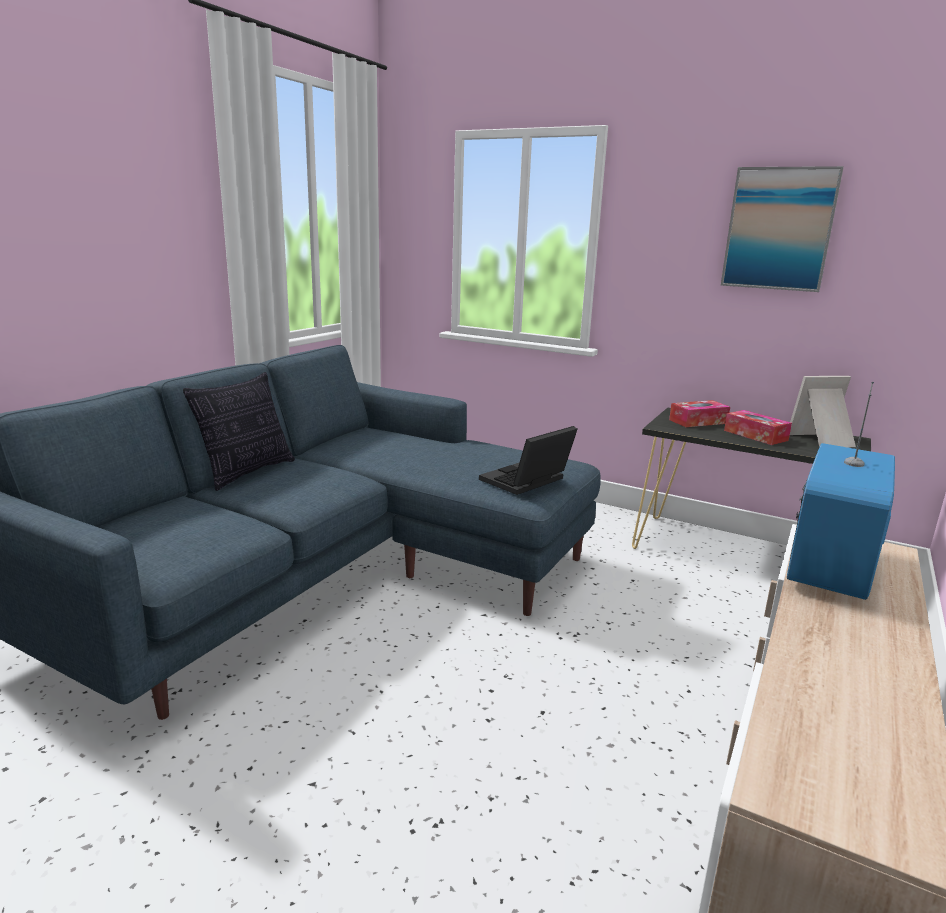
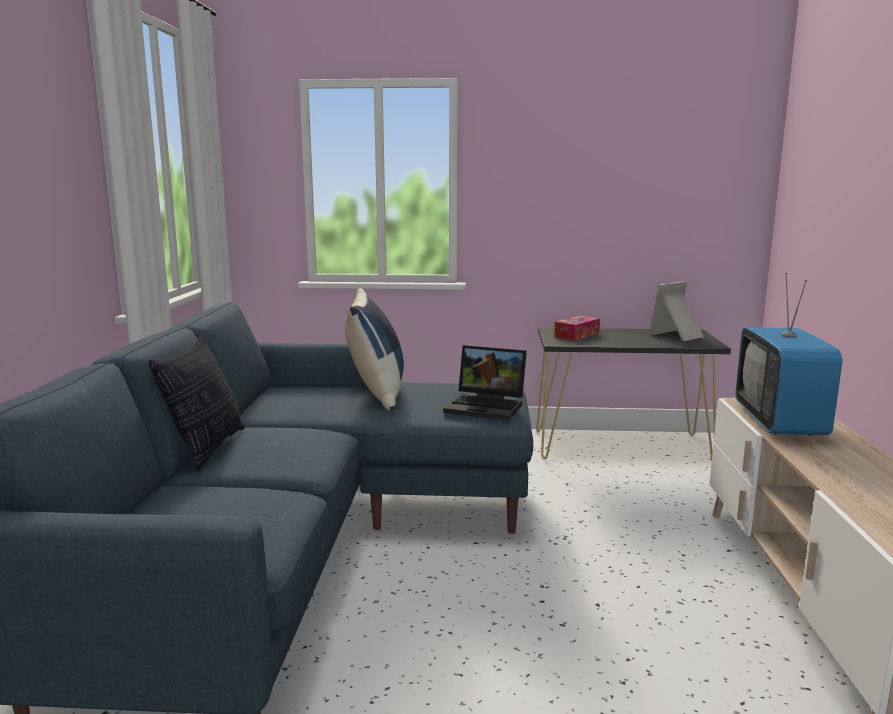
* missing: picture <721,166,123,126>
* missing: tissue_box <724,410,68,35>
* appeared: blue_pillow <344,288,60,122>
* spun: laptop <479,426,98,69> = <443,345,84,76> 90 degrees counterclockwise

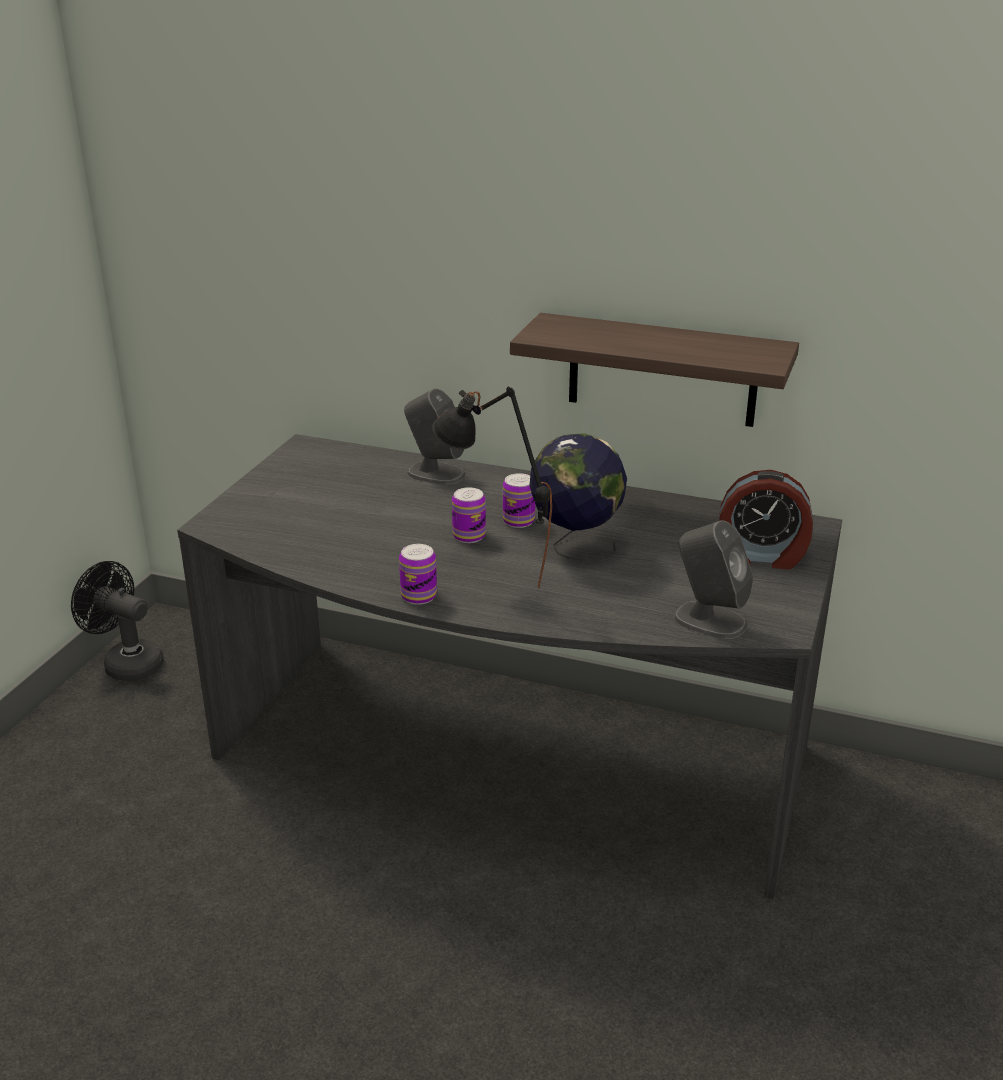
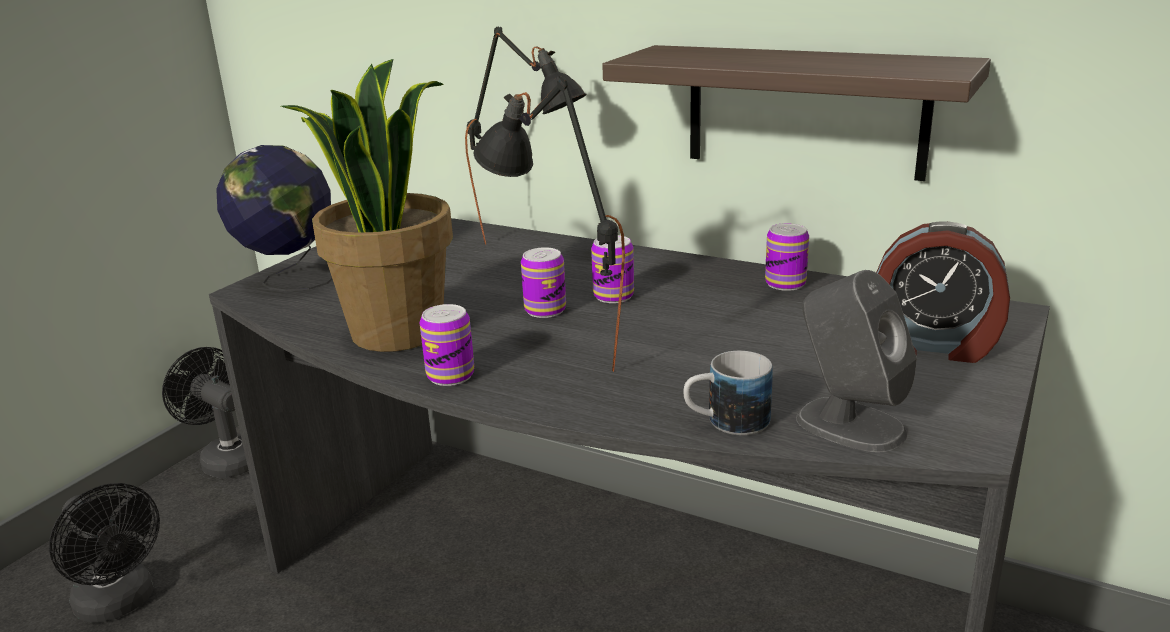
* appeared: black_fan <49,483,111,140>
* appeared: potted_plant <281,59,172,293>
* appeared: mug <684,351,89,84>
* appeared: can <765,223,44,68>
* relocated: globe <530,433,97,128> to <216,145,117,146>
* exchanged: grey_speaker <404,389,61,96> to black_table_lamp <465,27,122,218>

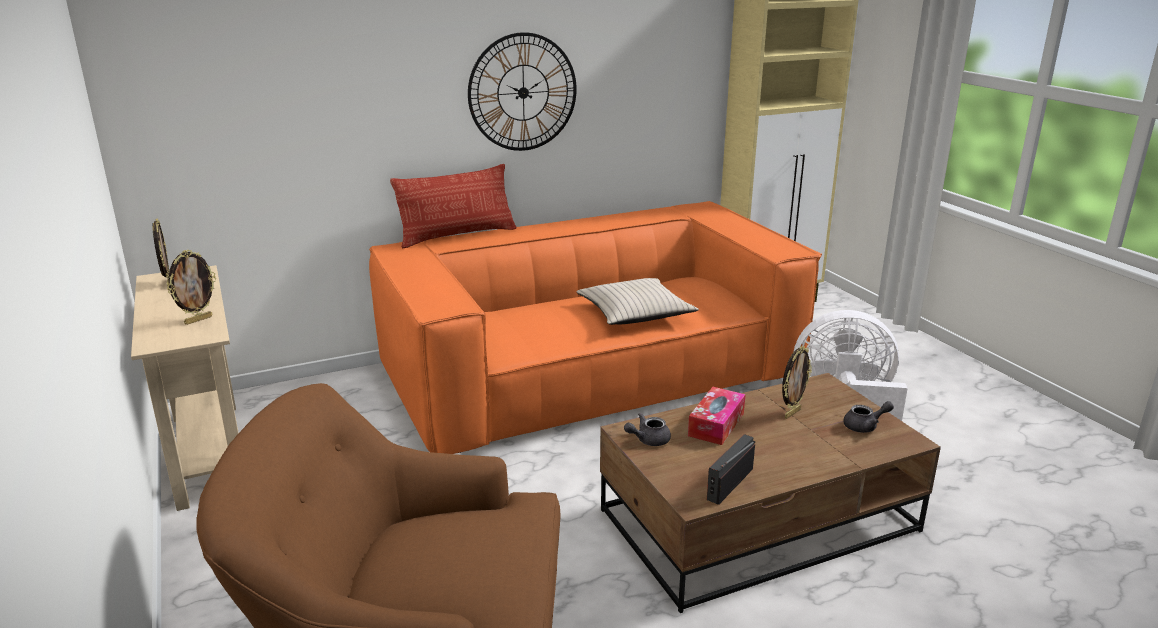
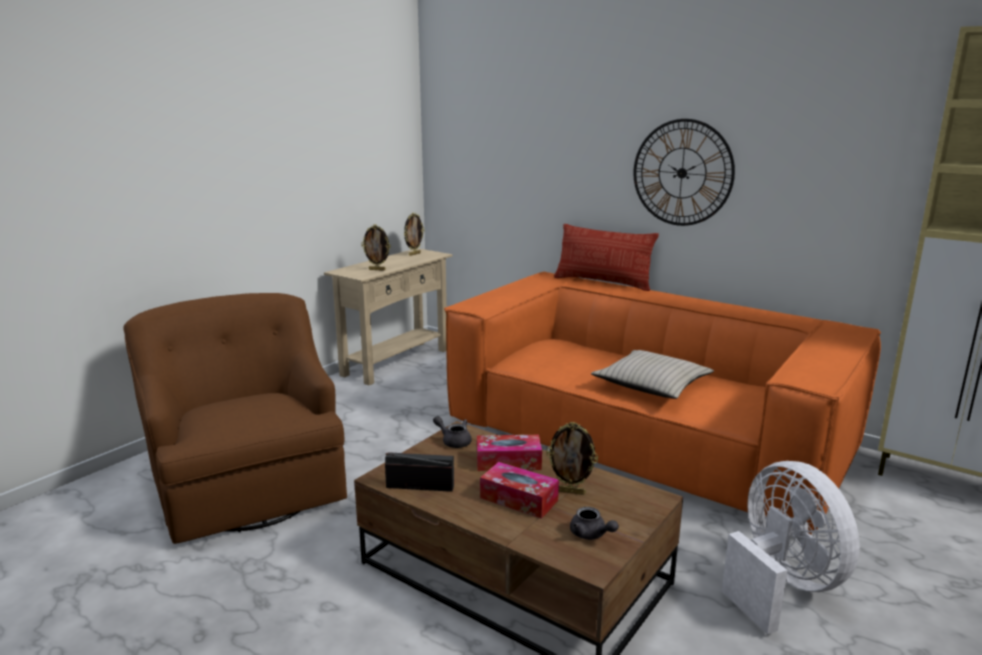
* appeared: tissue_box <480,462,79,57>

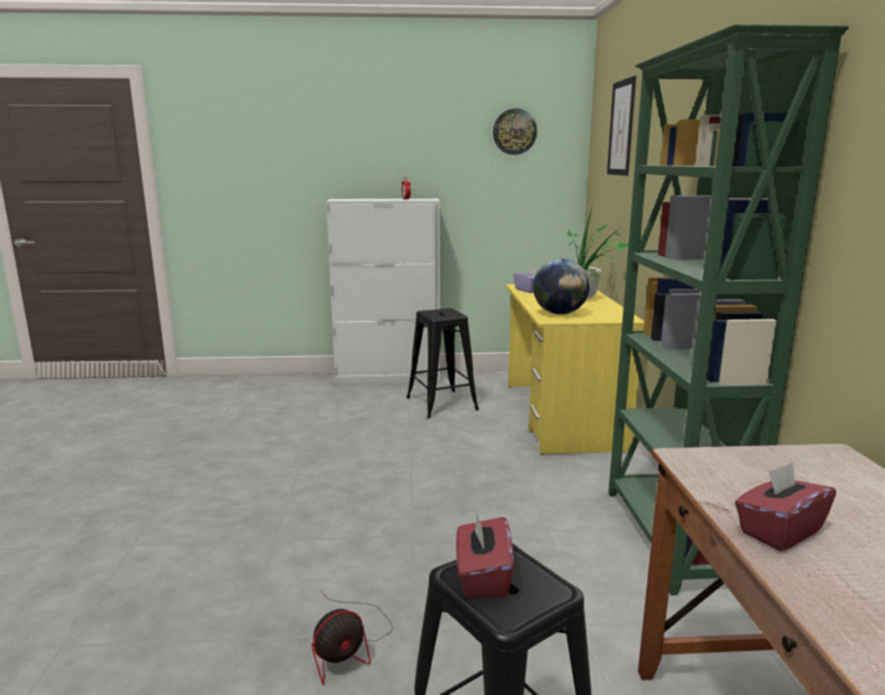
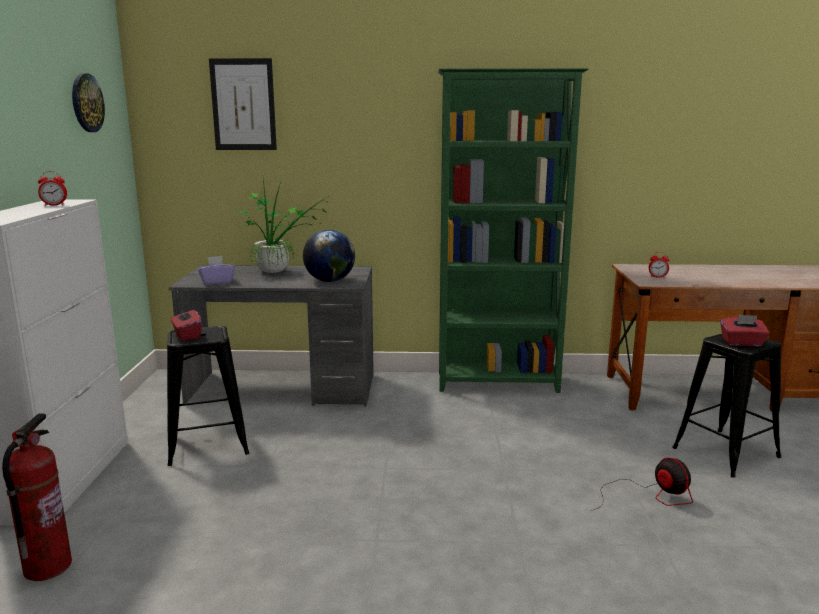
* appeared: fire_extinguisher <2,413,70,168>
* appeared: alarm_clock <649,252,20,26>
* relocated: red_tissue_box <735,462,101,89> to <171,310,31,31>
* colour: yellow_desk <506,284,138,171> to grey_desk <169,265,205,142>

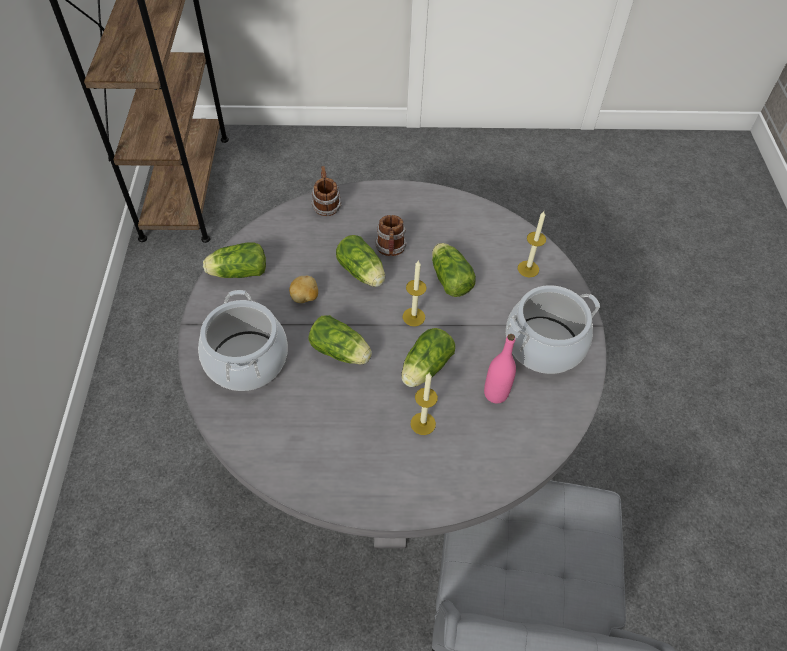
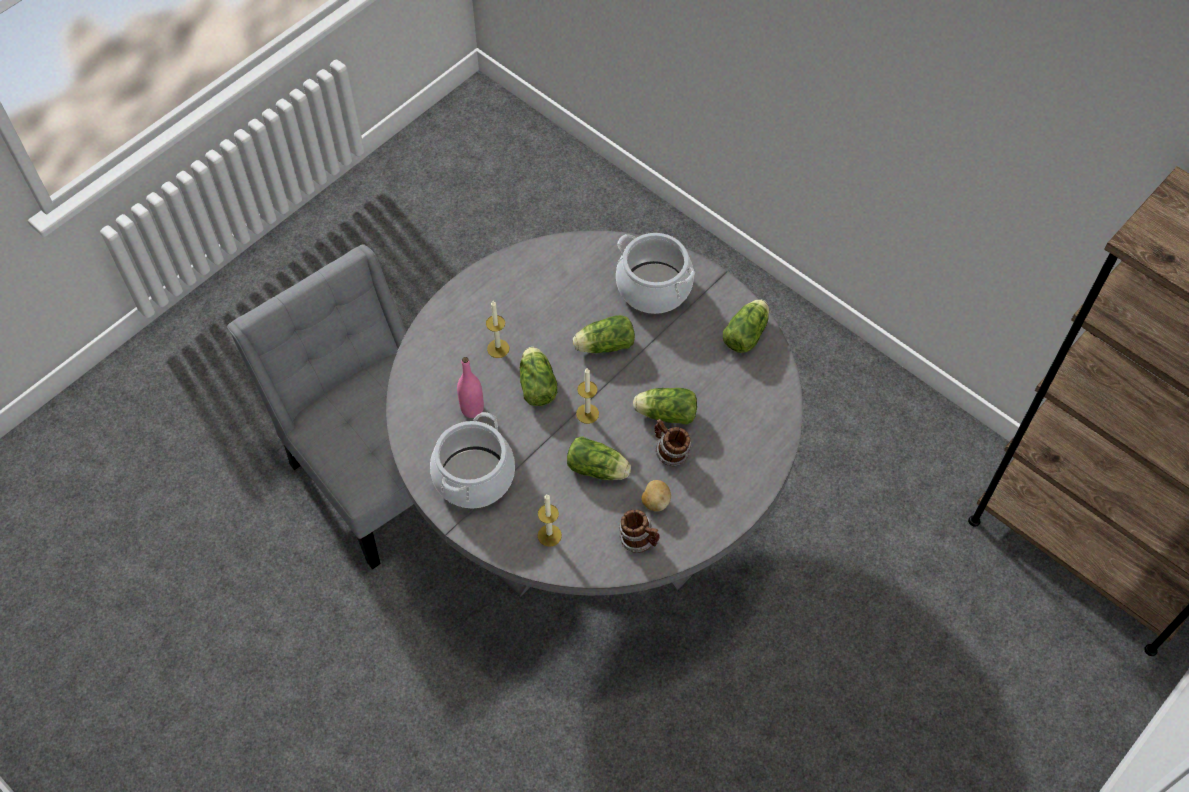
* relocated: potato <289,276,29,27> to <641,480,30,31>
* relocated: mug <311,166,30,50> to <619,510,41,43>

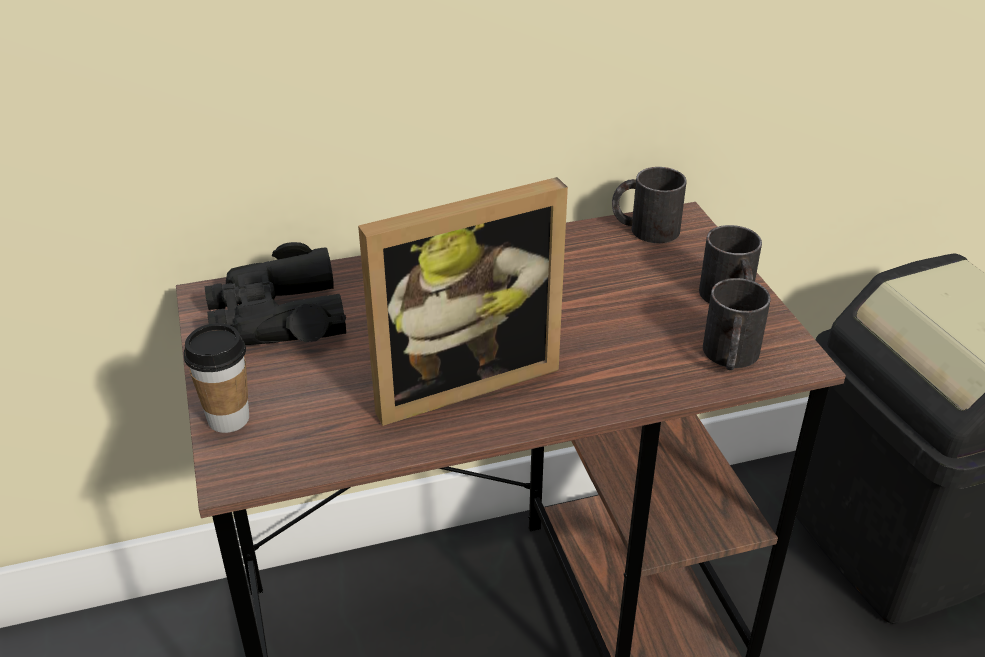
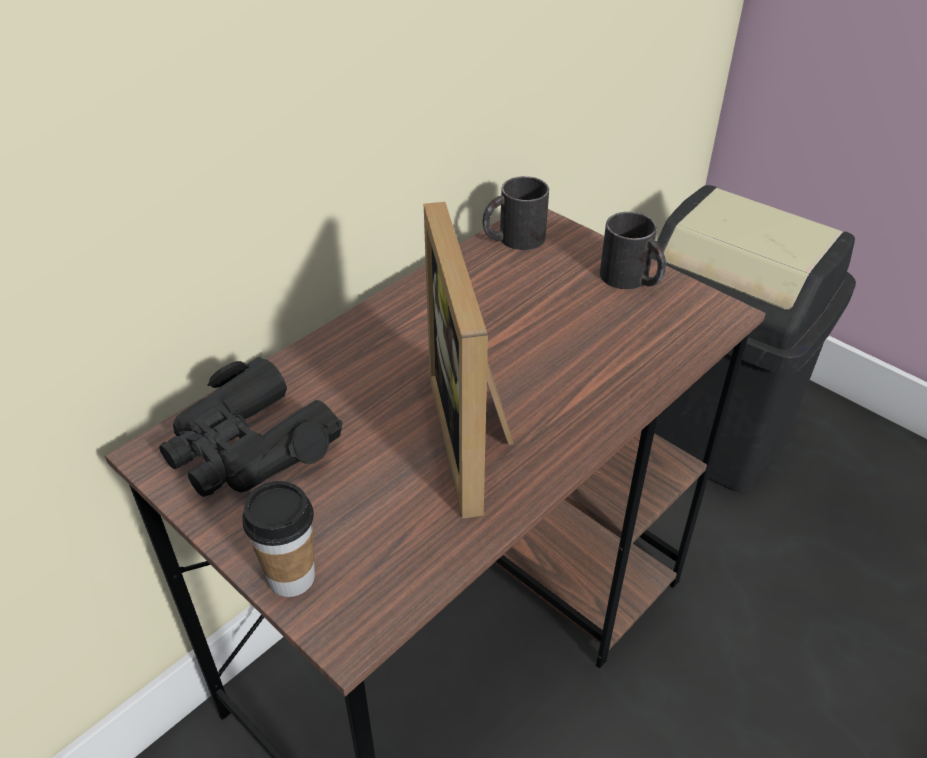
* missing: black_mug <703,278,68,92>
* spun: picture_frame <358,177,210,249> = <424,202,90,317> 135 degrees clockwise

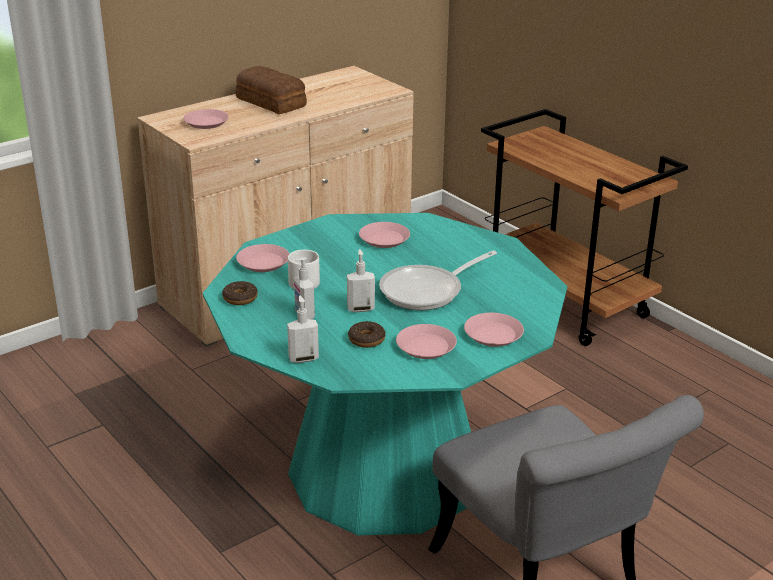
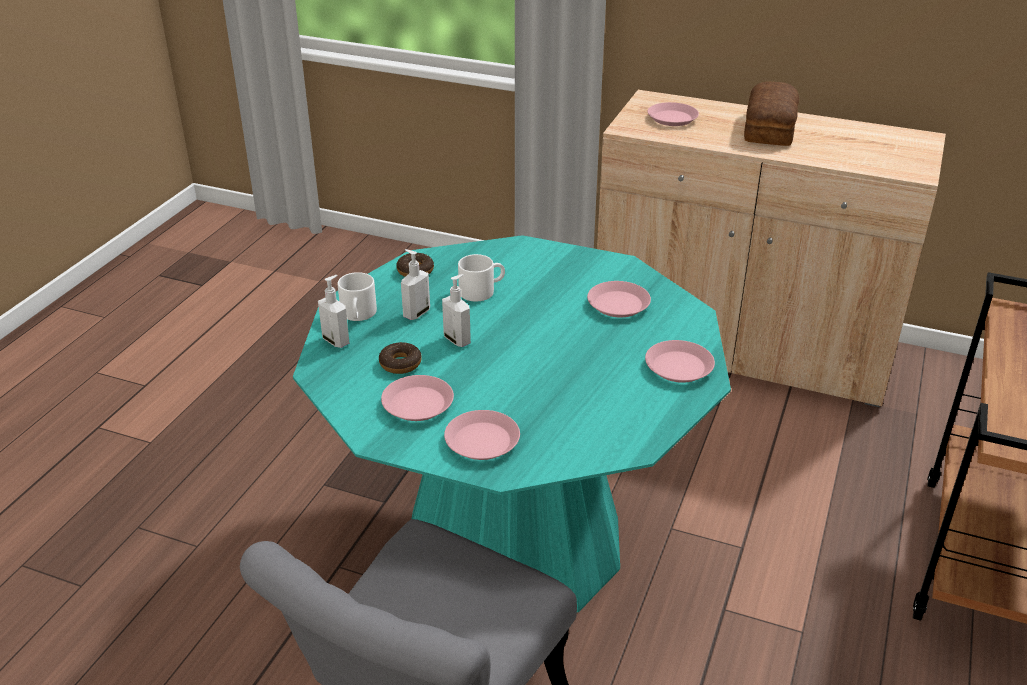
* missing: frying_pan <379,250,118,60>
* appeared: white_mug <338,272,39,49>
* relocated: pink_plate <236,244,54,28> to <645,340,70,43>

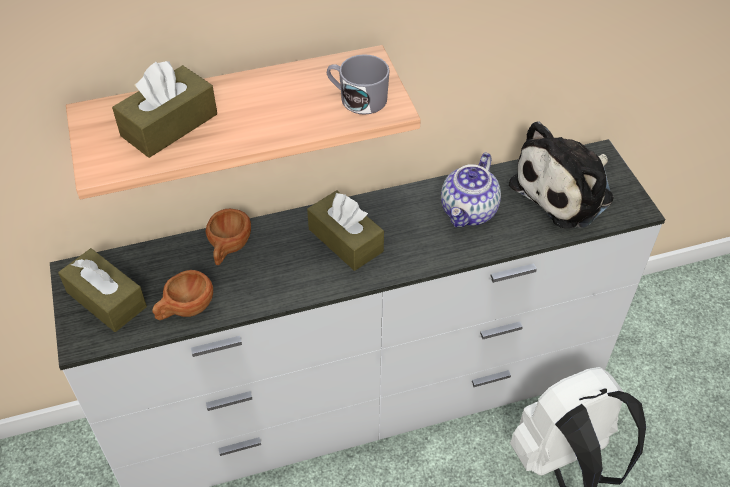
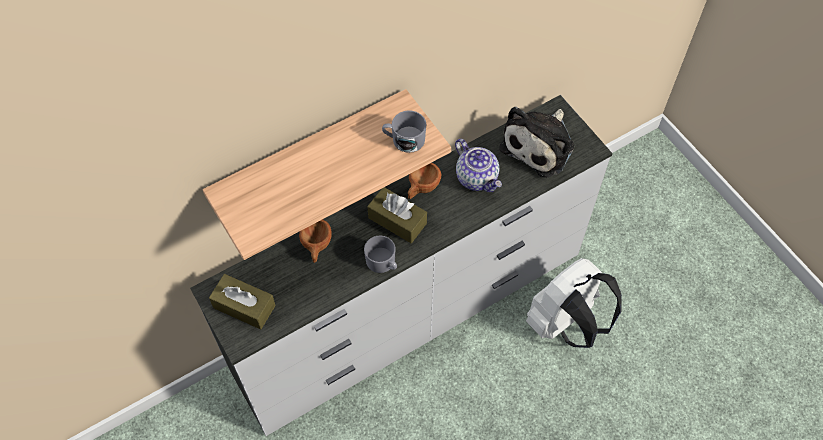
* missing: brown_tissue_box <112,61,105,97>
* appeared: grey_mug <364,235,33,38>
* relocated: brown_cup <152,270,61,50> to <408,163,33,36>
* spun: teapot <441,152,60,75> = <455,139,47,53> 45 degrees counterclockwise

